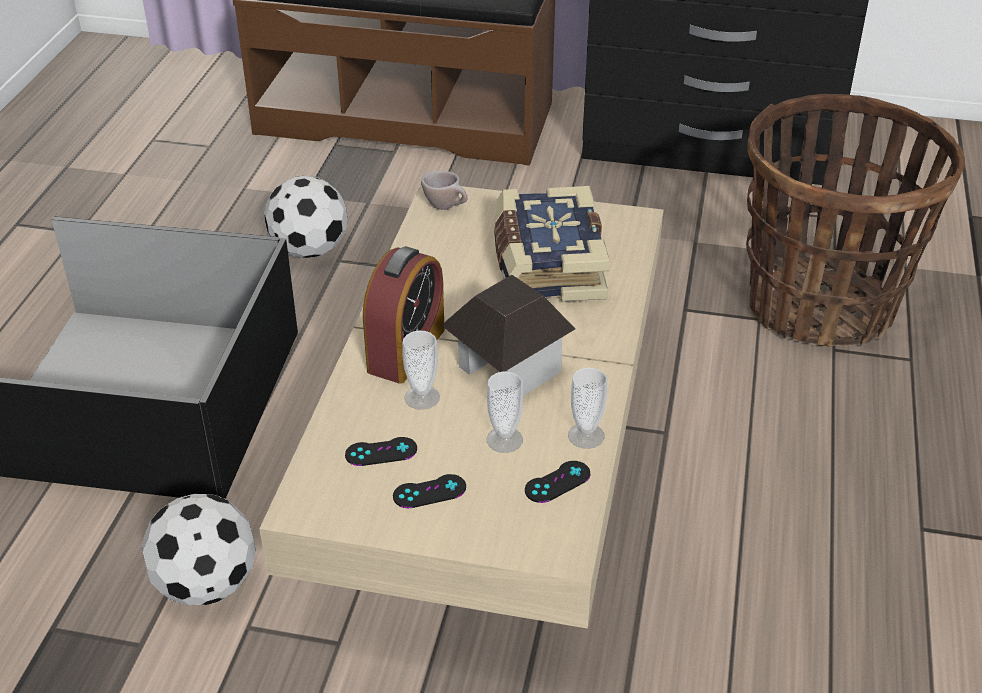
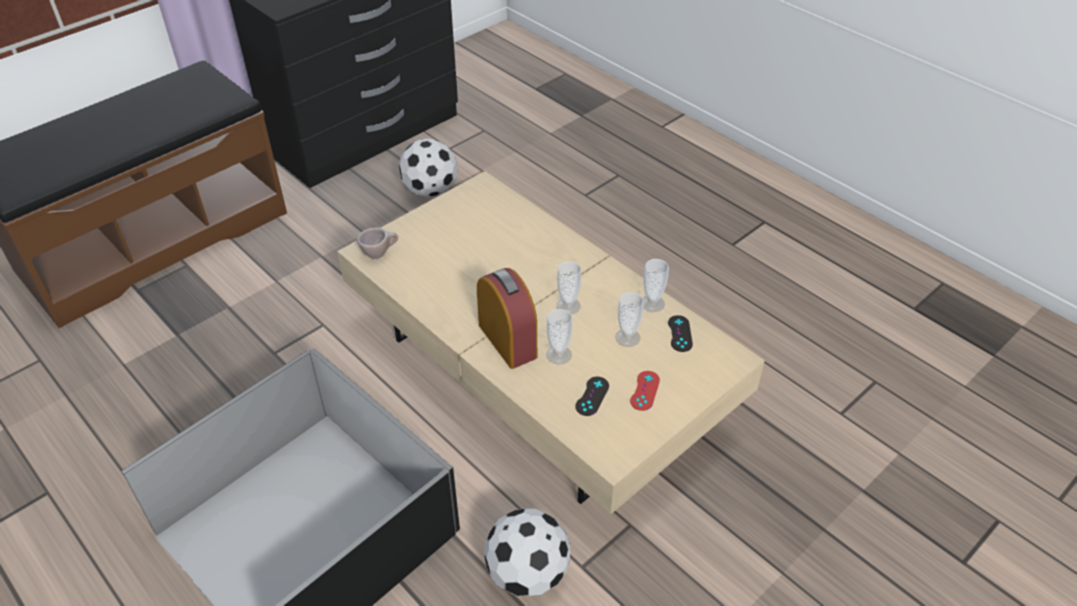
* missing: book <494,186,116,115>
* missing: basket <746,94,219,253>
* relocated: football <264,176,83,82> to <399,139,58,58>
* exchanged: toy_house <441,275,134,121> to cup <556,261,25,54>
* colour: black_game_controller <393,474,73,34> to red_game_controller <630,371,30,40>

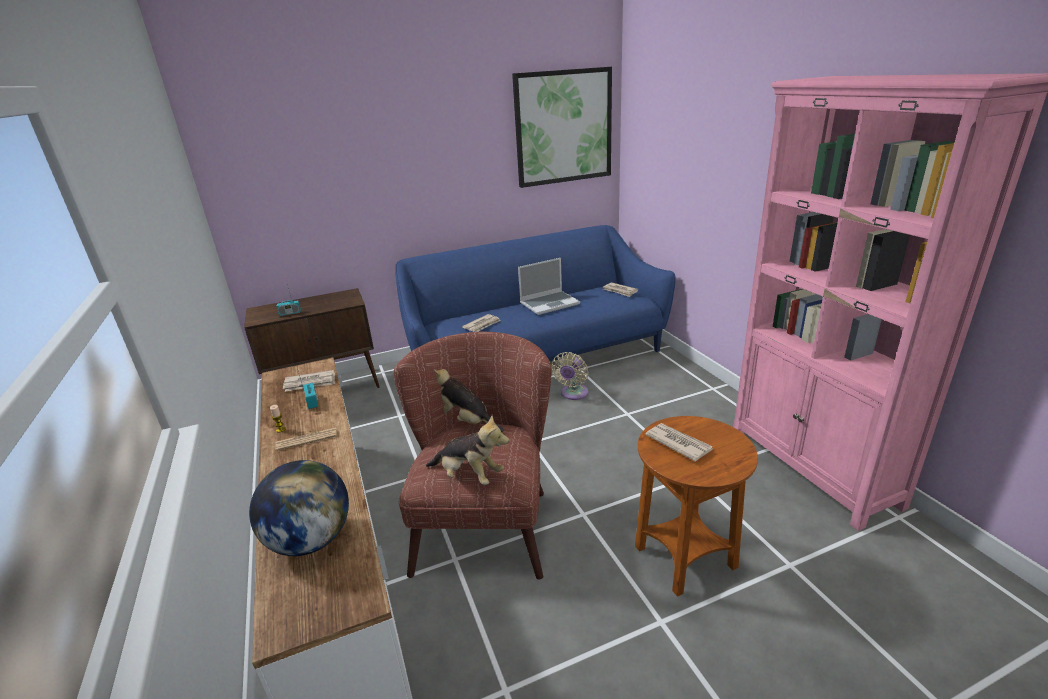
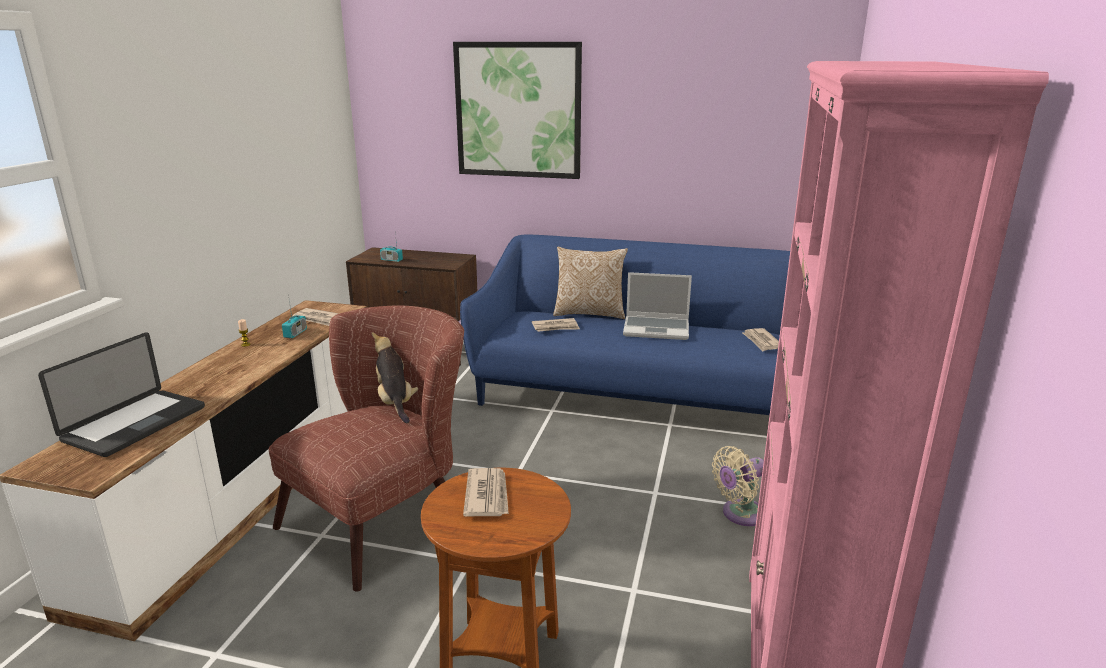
* missing: newspaper <275,427,62,24>
* missing: plush_toy <426,415,83,70>
* appeared: pillow <553,247,75,72>
* relocated: picture <512,67,100,121> to <453,42,129,137>
* relocated: beige_fan <551,352,37,48> to <712,446,52,80>
* exchanged: globe <249,460,100,96> to laptop <38,332,167,125>

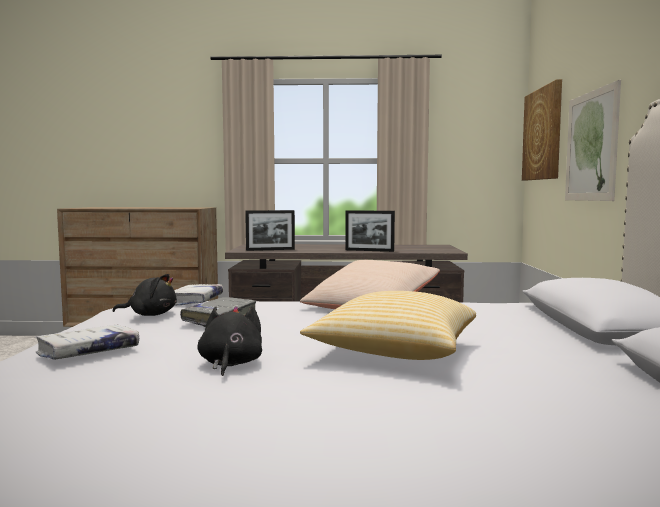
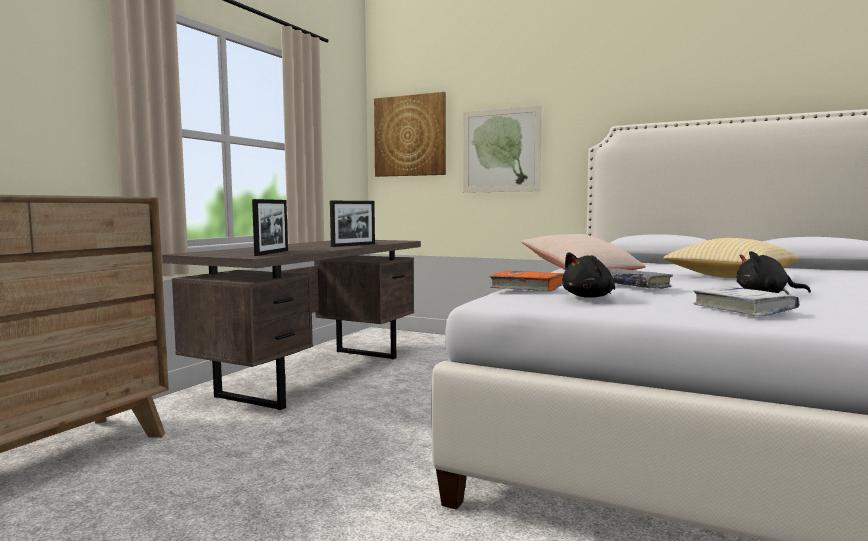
* colour: white_book <174,284,49,21> to orange_book <489,271,74,20>
* spun: black_plush_toy <113,274,64,42> = <562,252,53,46> 150 degrees counterclockwise

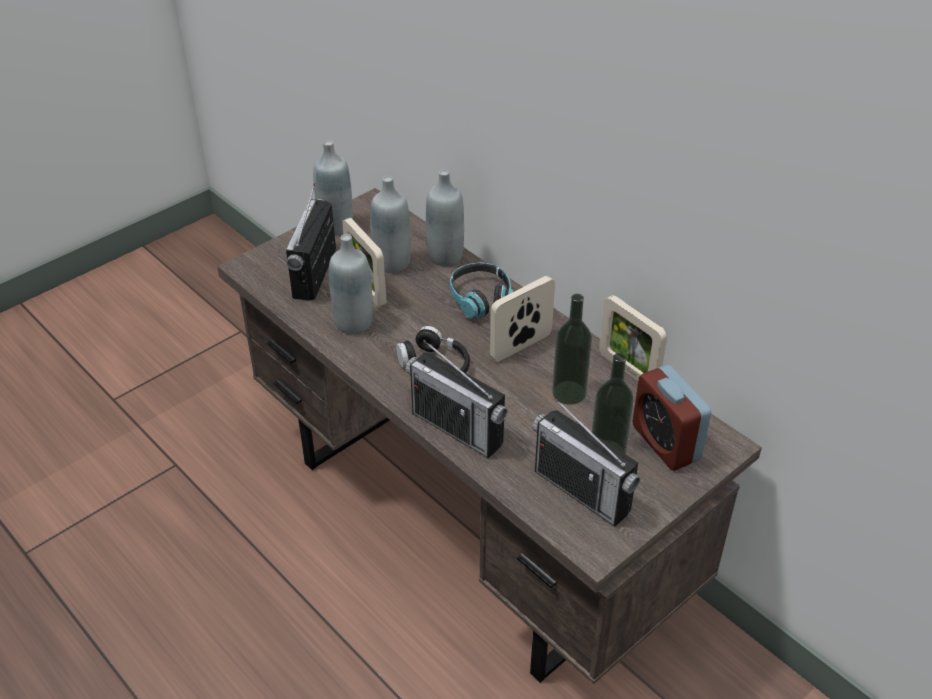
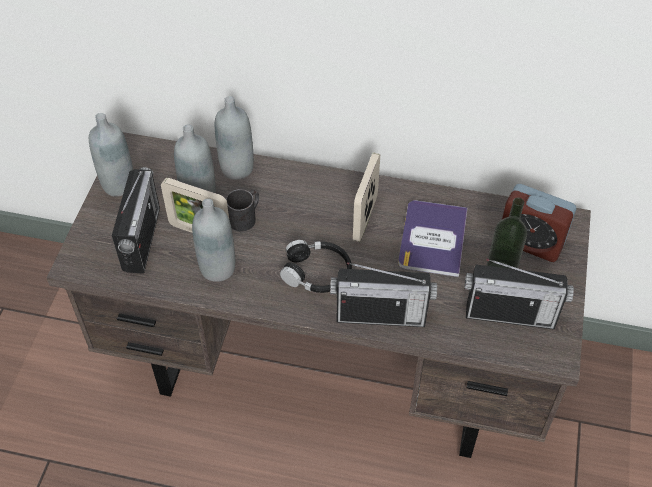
* missing: headphones <450,263,64,55>
* missing: picture_frame <599,295,68,86>
* appeared: black_mug <226,189,33,43>
* exchanged: bottle <552,294,40,111> to book <398,200,69,77>
* spun: radio <286,183,50,117> = <112,167,48,107> 150 degrees counterclockwise

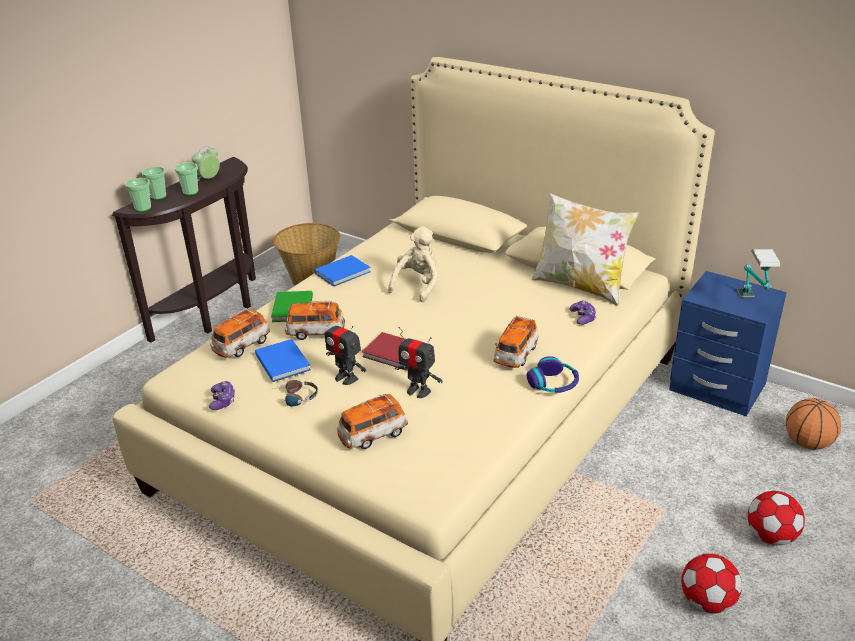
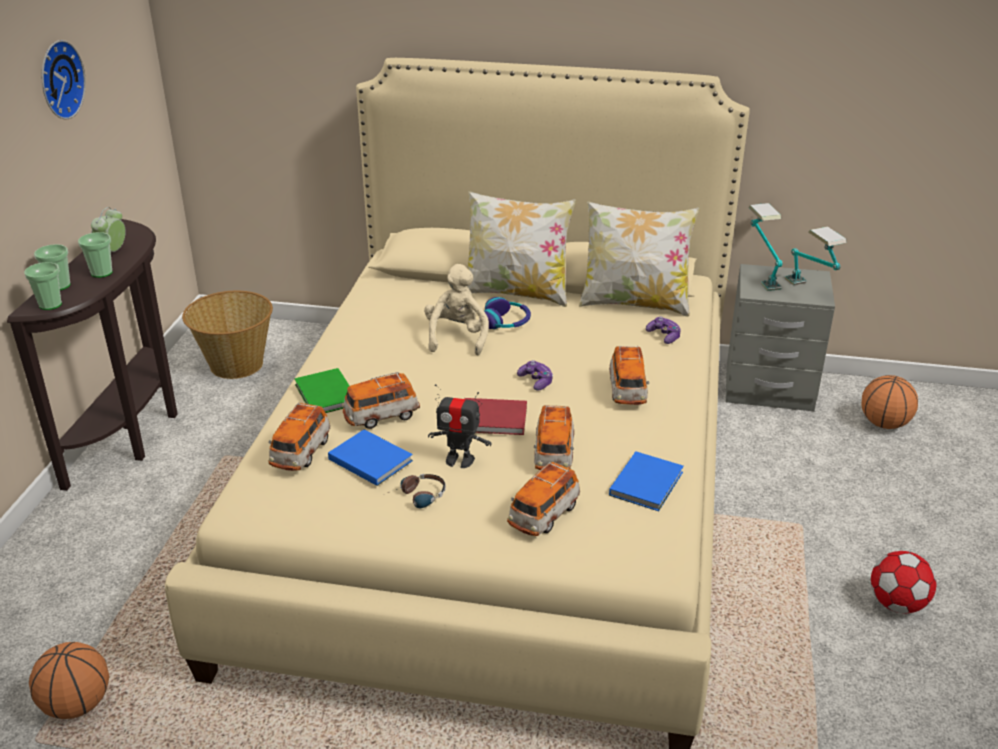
* missing: football <748,491,57,54>
* appeared: basketball <29,642,80,77>
* appeared: wall_clock <42,40,44,80>
* appeared: pillow <467,191,109,116>
* appeared: table_lamp <749,203,34,88>
* relocated: game_controller <209,381,26,29> to <517,360,36,31>
* relocated: blue_book <315,255,56,32> to <609,451,75,60>
* relocated: headphones <527,356,52,37> to <484,297,47,32>
* exchanged: toy_robot <395,327,48,71> to toy_car <533,405,41,65>
* colour: blue_nightstand <669,271,118,145> to grey_nightstand <726,264,109,147>

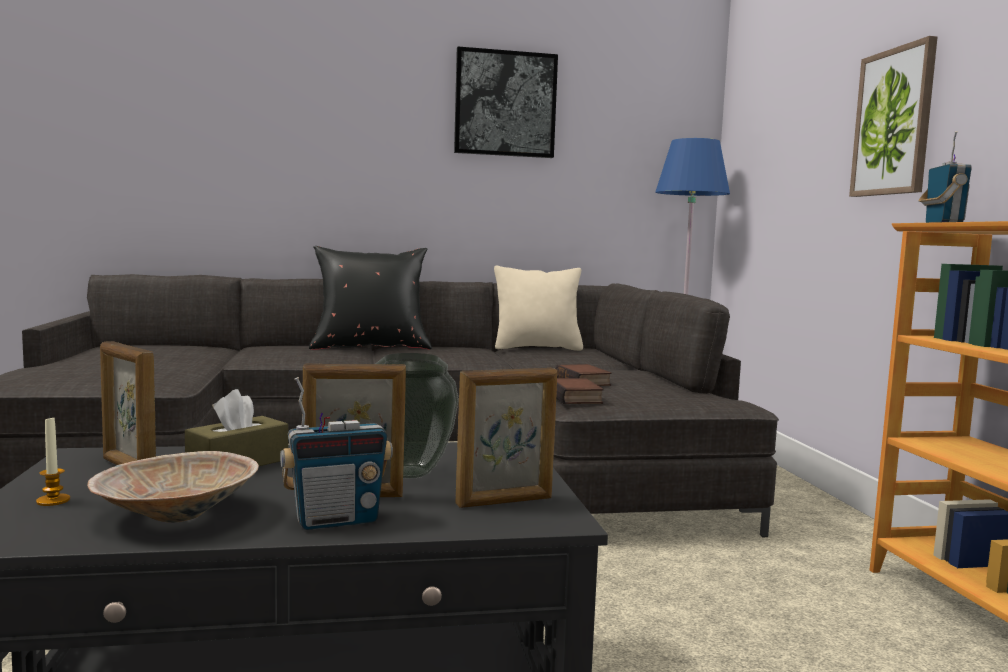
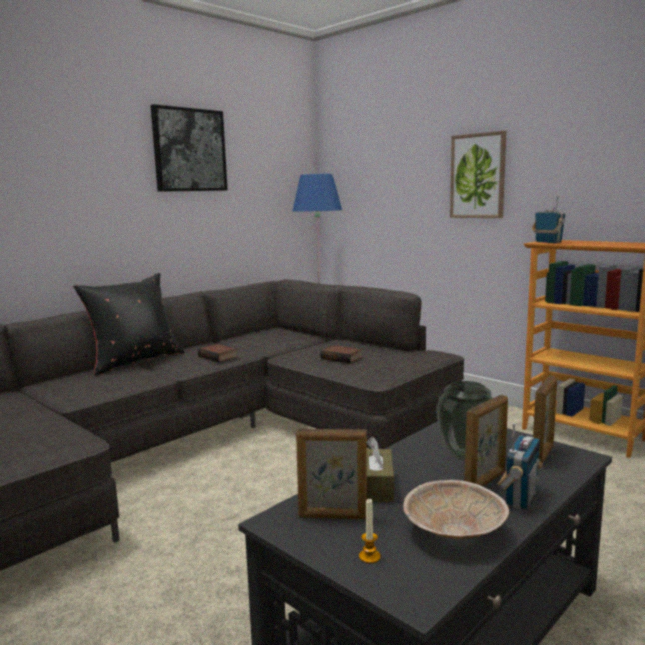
* missing: beige_pillow <494,266,89,85>
* relocated: book <556,378,48,26> to <198,344,40,18>

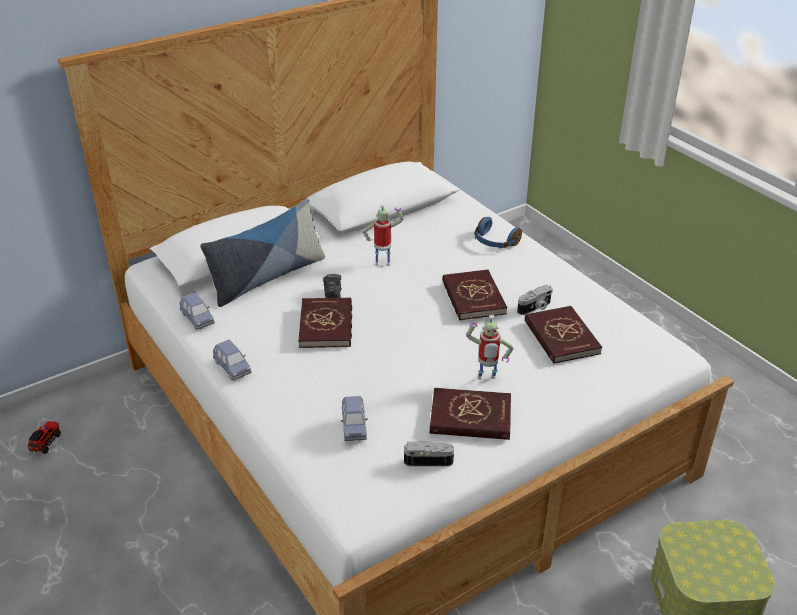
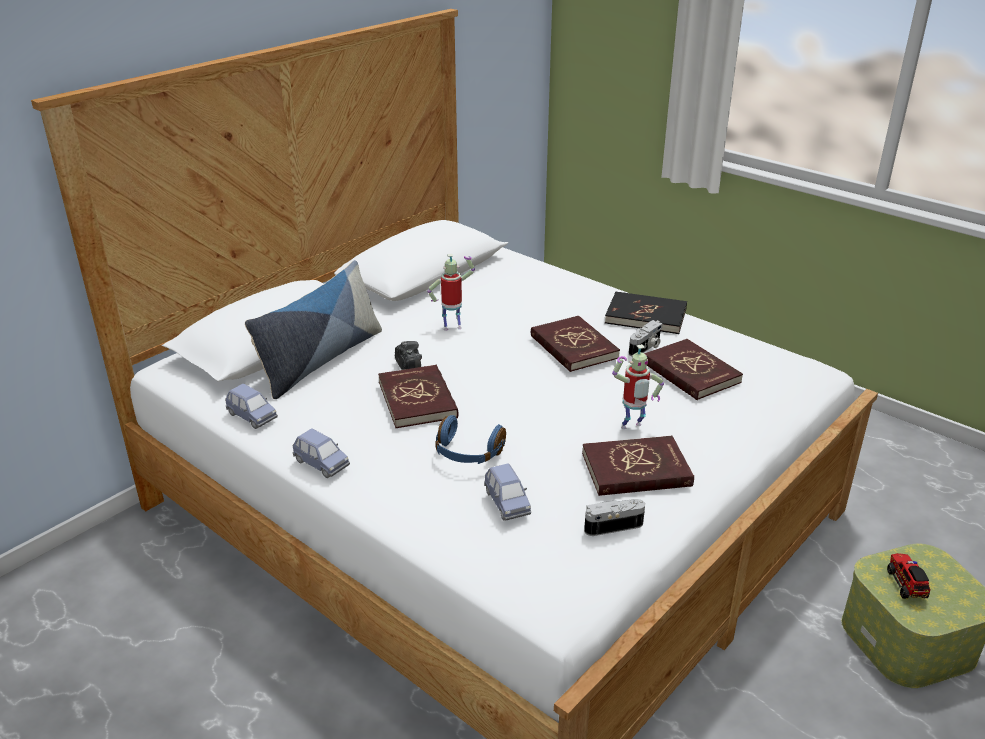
* appeared: black_book <605,292,82,42>
* relocated: toy_truck <27,421,34,33> to <887,553,44,46>
* relocated: blue_headphones <475,217,47,32> to <436,415,70,49>

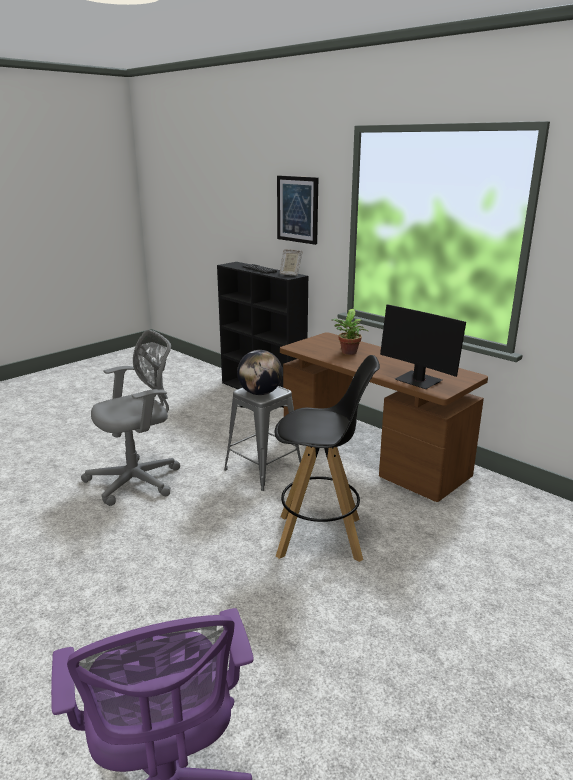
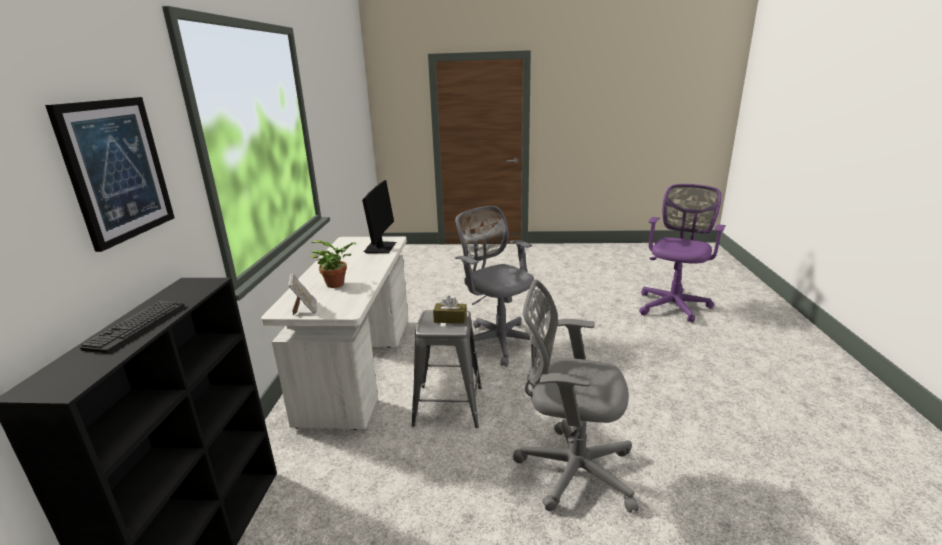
* relocated: picture_frame <280,249,23,27> to <289,273,28,42>
* exchanged: globe <237,350,46,45> to brown_tissue_box <433,296,34,28>
* exchanged: black_stool <274,355,106,207> to grey_office_chair <455,206,88,161>
* colour: brown_desk <280,332,208,170> to white_desk <261,236,147,194>

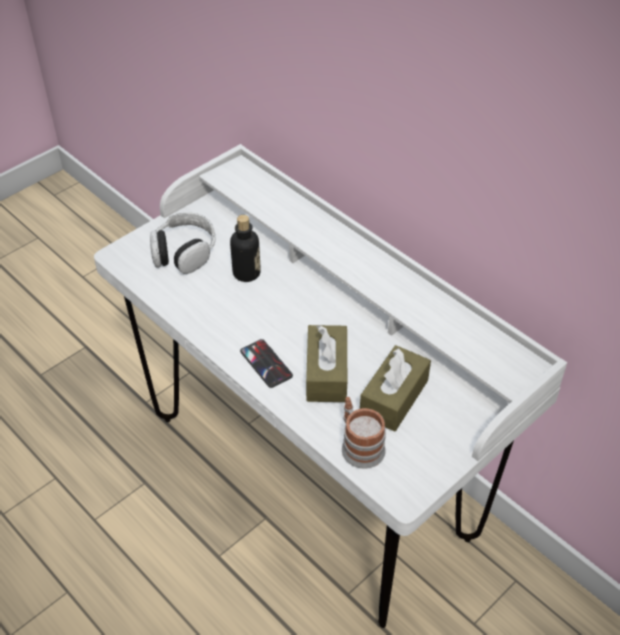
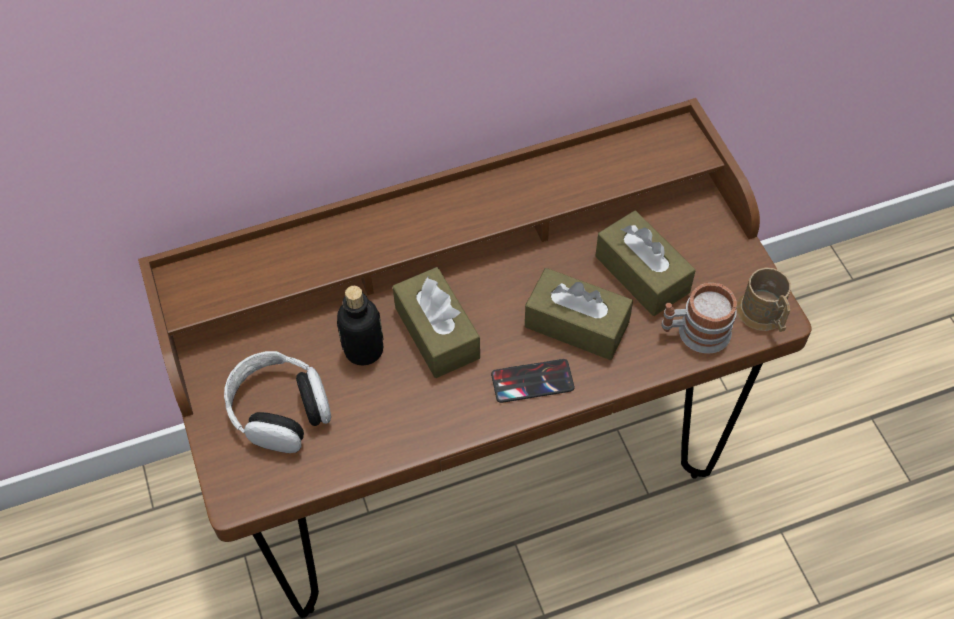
* appeared: brown_tissue_box <393,267,87,111>
* appeared: brown_mug <737,268,54,64>
* colour: white_desk <94,144,473,484> to brown_desk <138,98,674,520>

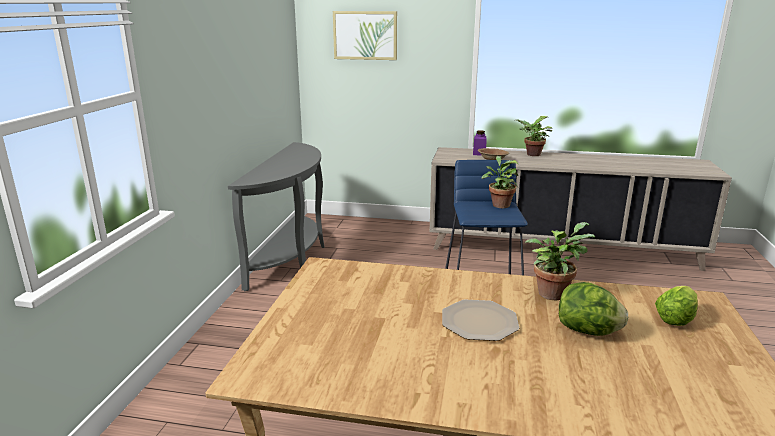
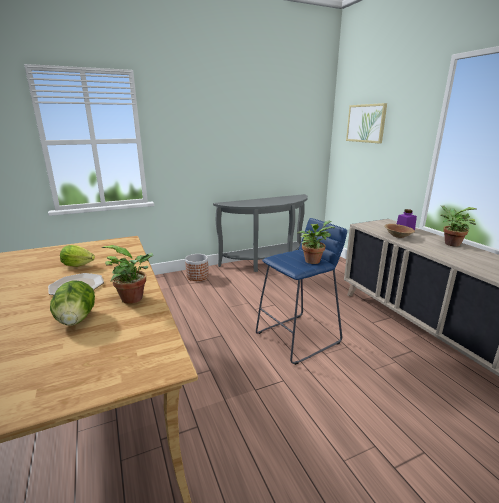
* appeared: planter <185,254,24,27>
* relocated: lettuce <655,286,43,40> to <60,245,35,22>

